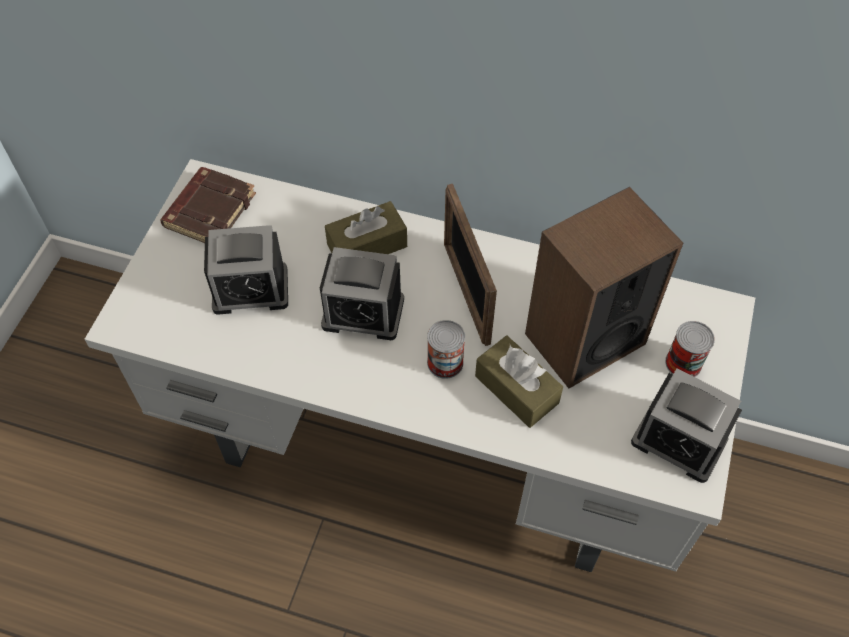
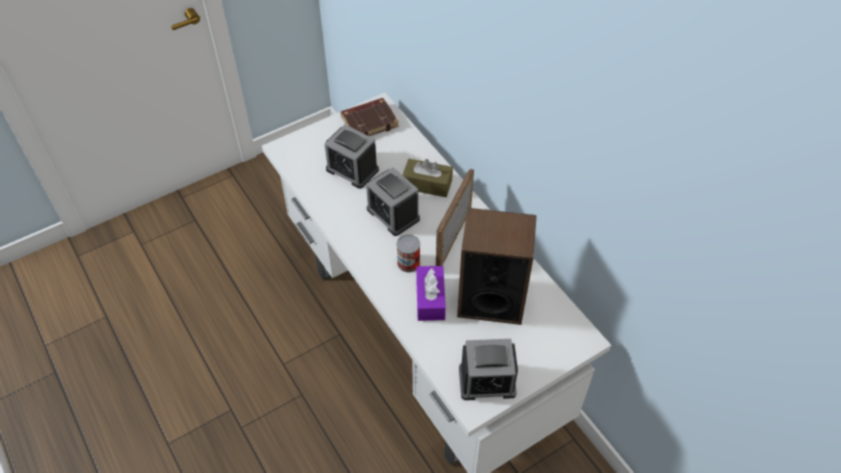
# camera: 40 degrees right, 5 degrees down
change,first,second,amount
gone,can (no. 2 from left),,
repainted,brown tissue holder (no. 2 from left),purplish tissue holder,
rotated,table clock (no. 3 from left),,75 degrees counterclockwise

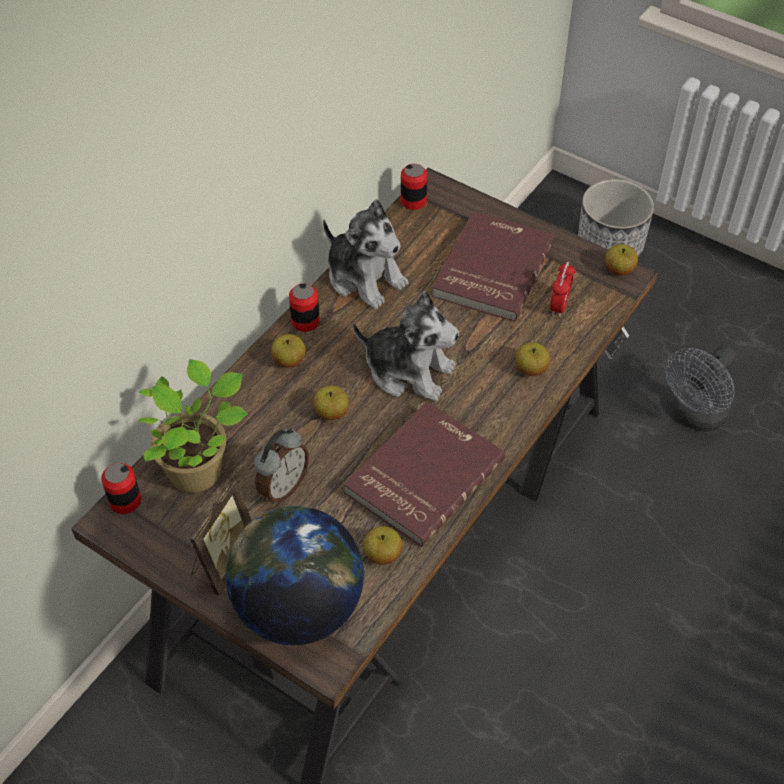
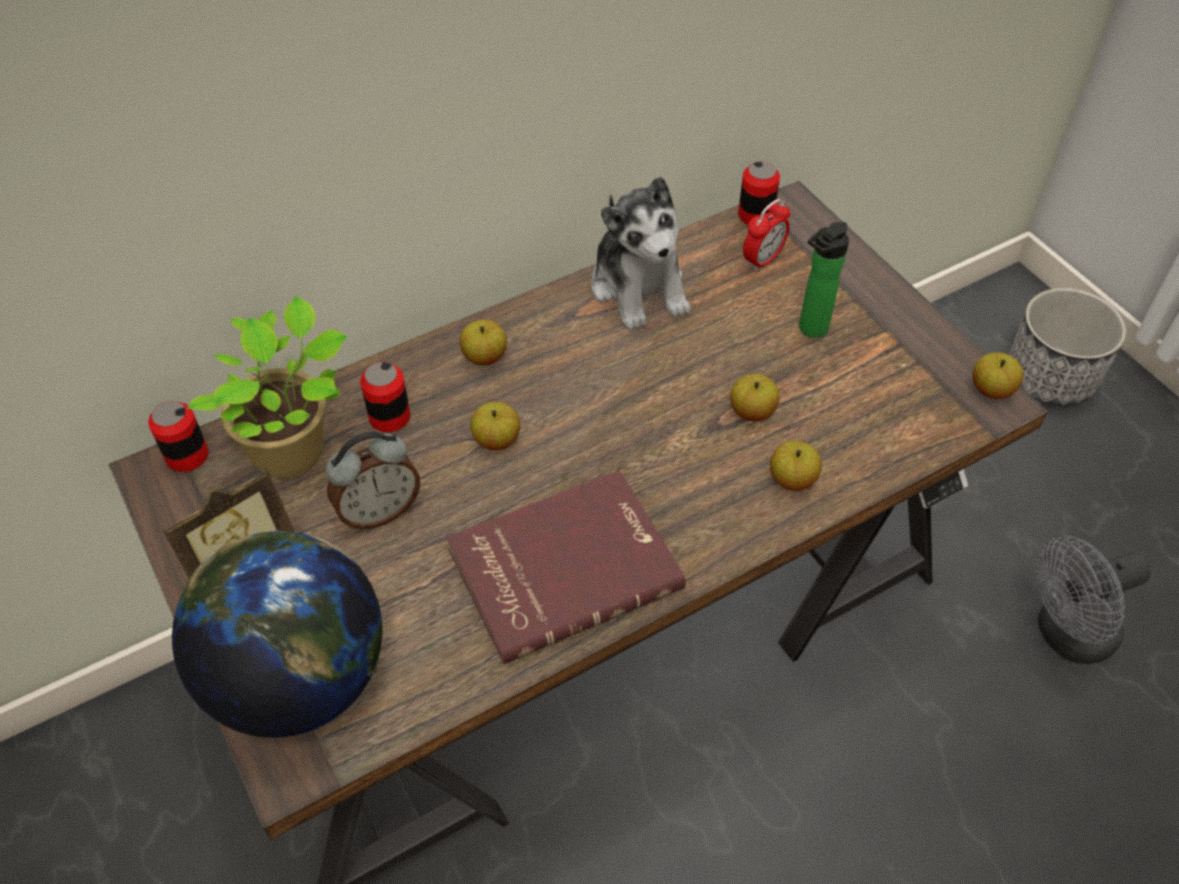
# camera: 25 degrees right, 0 degrees up
change,first,second,amount
gone,cuddly toy (no. 2 from left),,
shifted,can (no. 2 from left),,
shifted,apple (no. 3 from left),,
shifted,table clock (no. 2 from left),,
swapped,red volume (no. 2 from left),bottle,

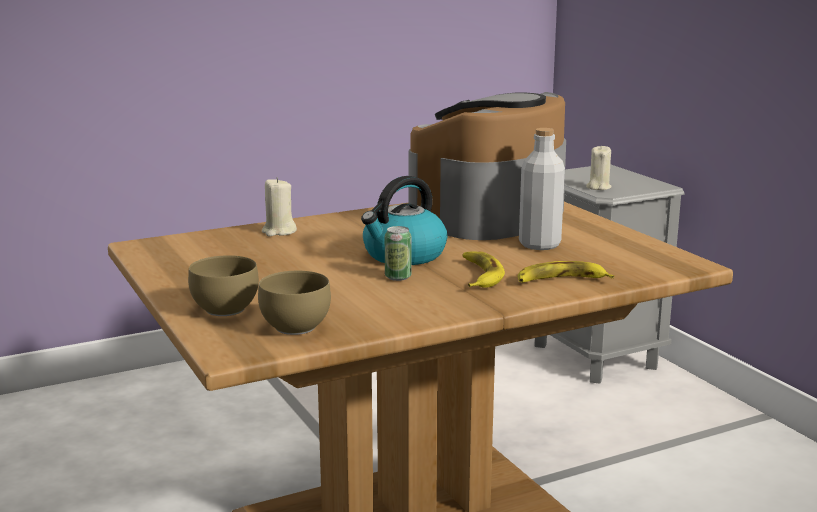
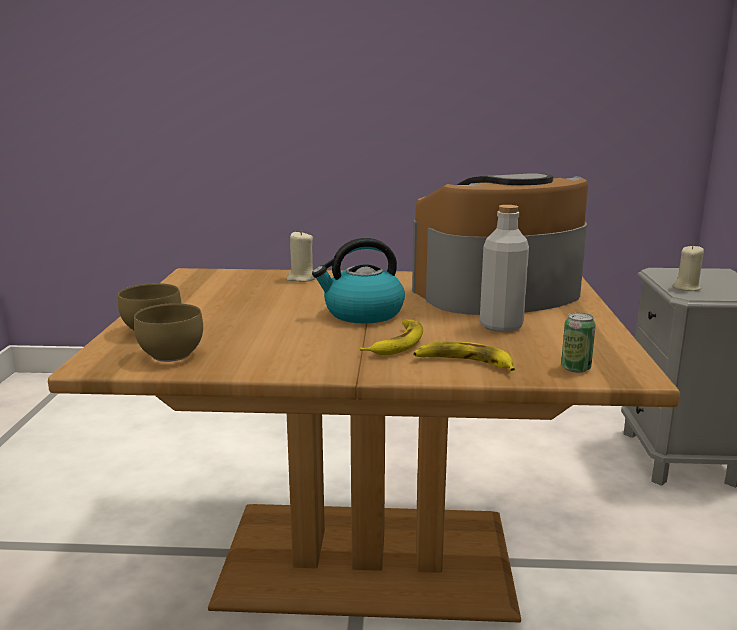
# camera: 30 degrees right, 0 degrees up
change,first,second,amount
shifted,can,,

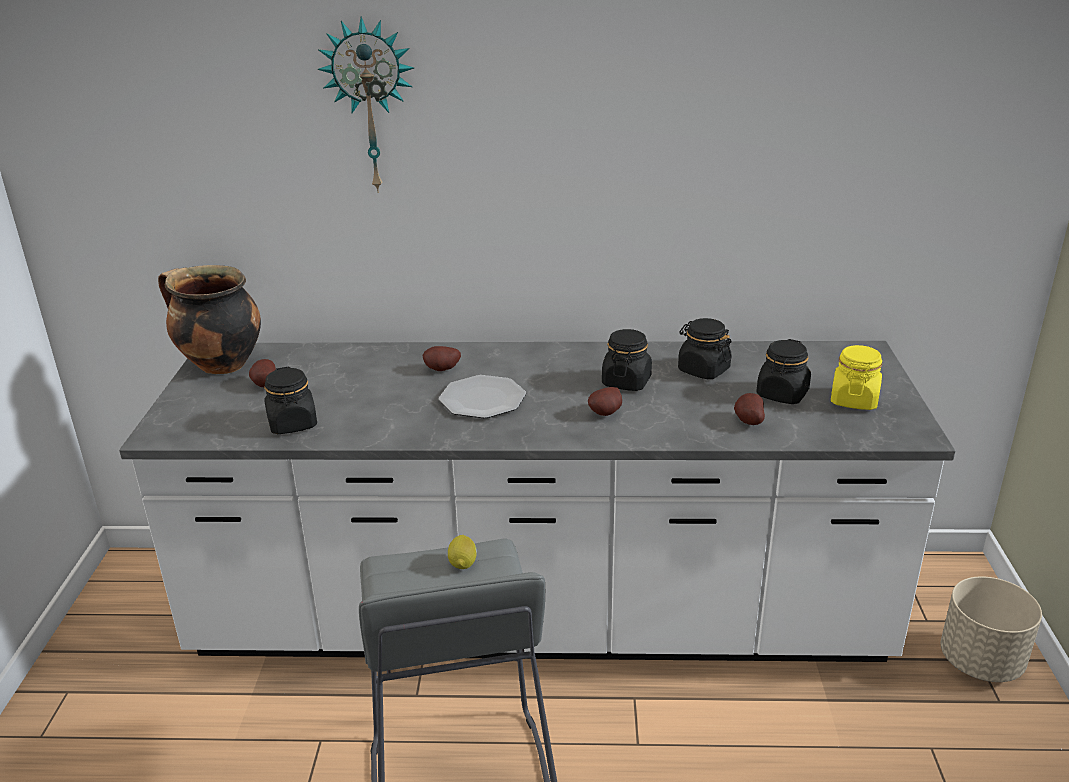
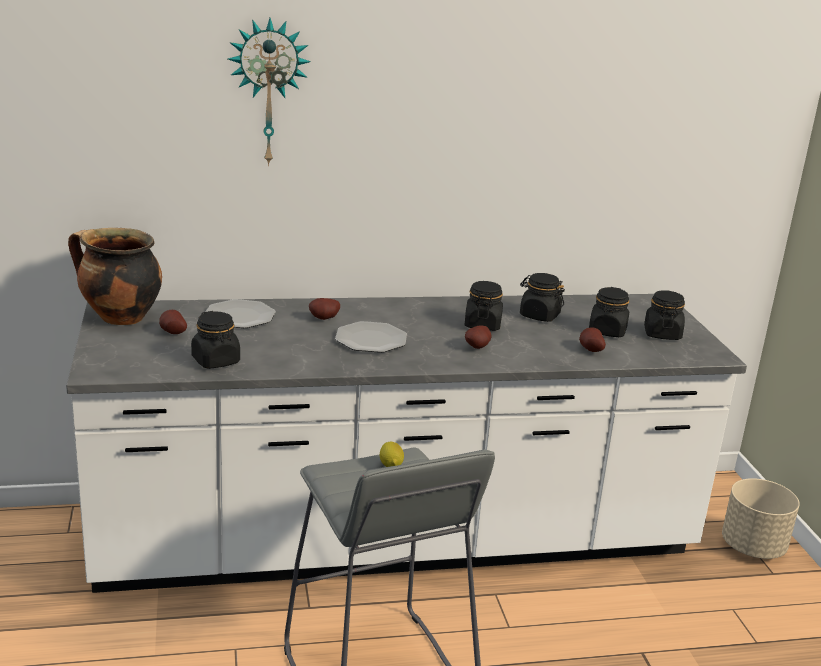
# camera: 15 degrees left, 5 degrees down
change,first,second,amount
new,,plate (no. 1 from left),
repainted,yellowish jar,black-coloured jar (no. 5 from left),

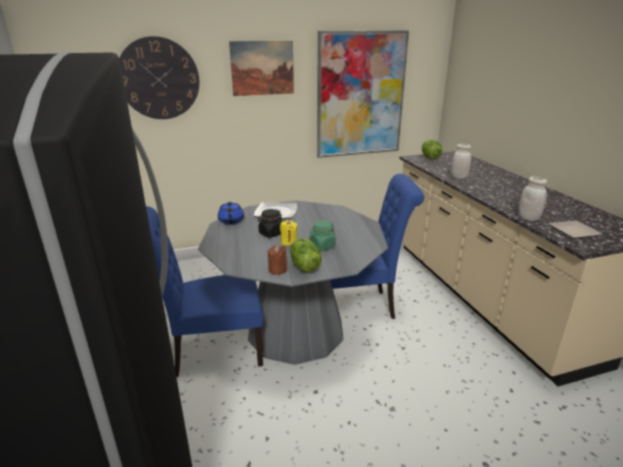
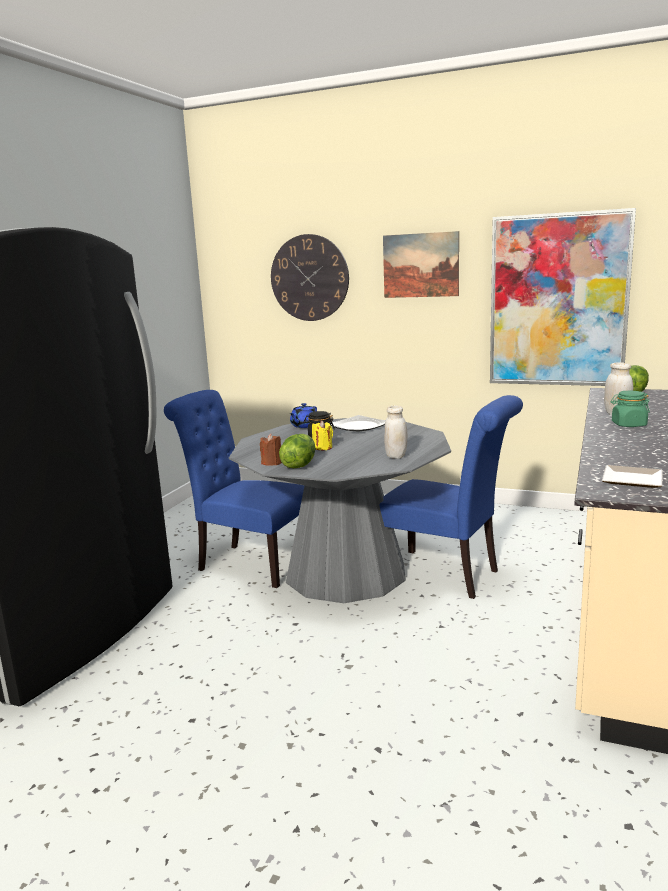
# camera: 40 degrees right, 10 degrees down
change,first,second,amount
shifted,greenish jar,,
shifted,white-coloured jar (no. 2 from left in the first image),white-coloured jar (no. 1 from left),

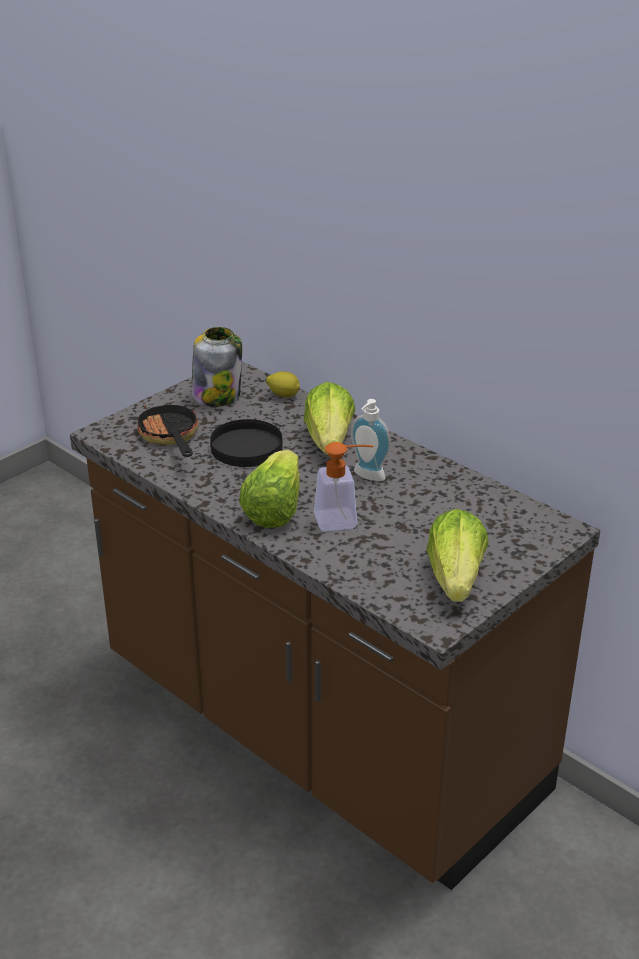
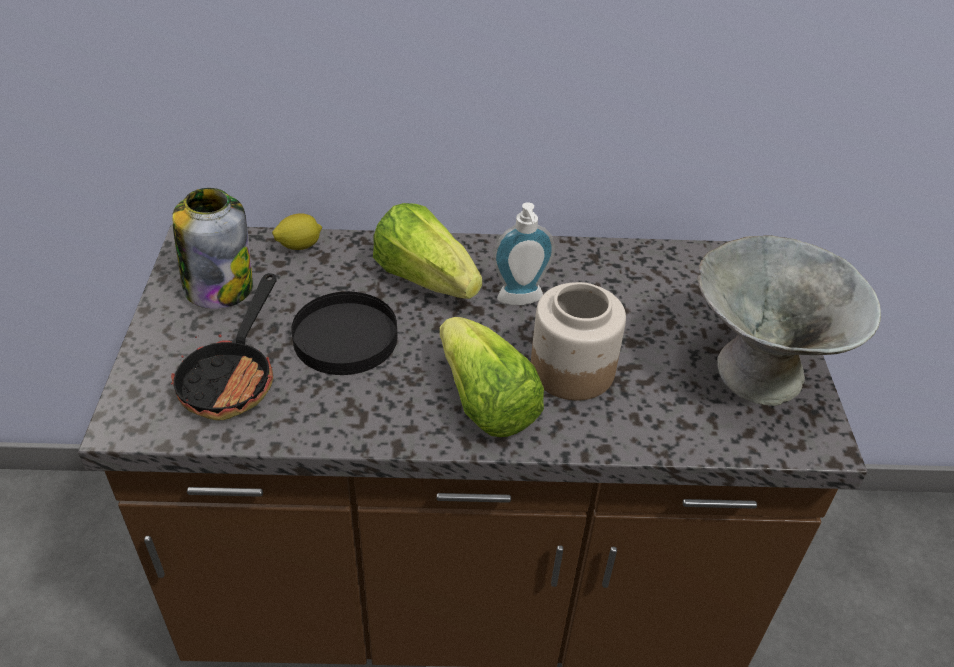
# camera: 45 degrees left, 10 degrees up
change,first,second,amount
swapped,soap dispenser (no. 1 from left),jar (no. 2 from left),
swapped,head of lettuce (no. 3 from left),gray serving bowl,
rotated,skillet,,105 degrees counterclockwise

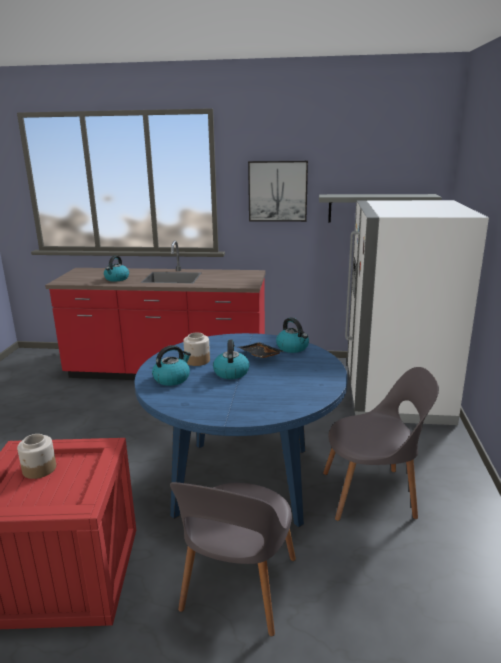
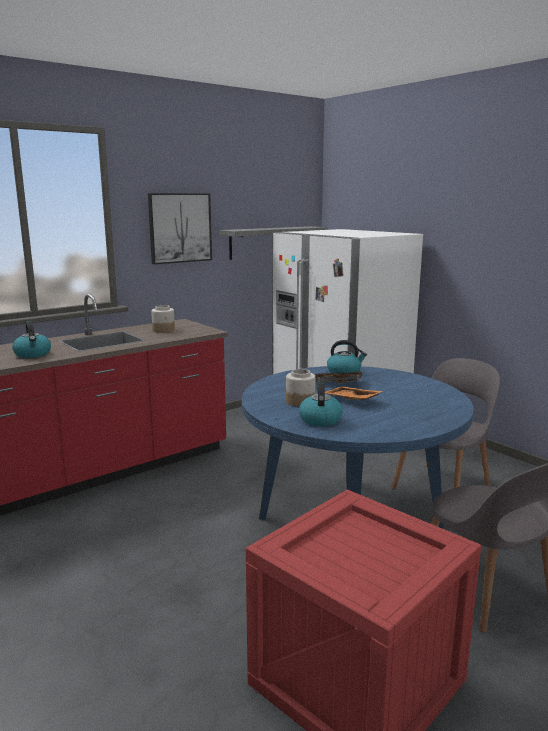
# camera: 45 degrees left, 5 degrees down
change,first,second,amount
shifted,jar (no. 1 from left),,
swapped,water kettle (no. 3 from left),orange tray,

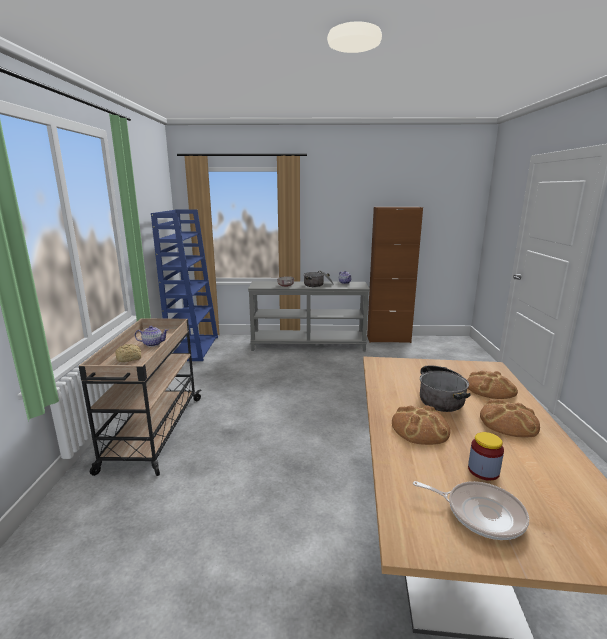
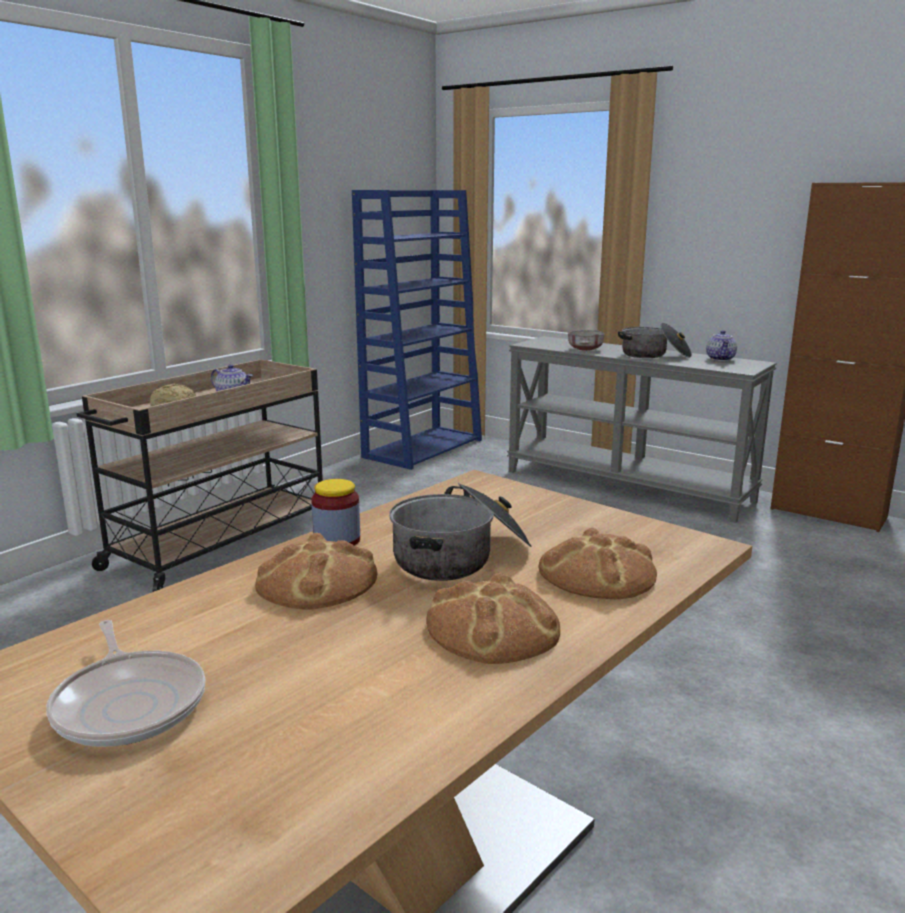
# camera: 35 degrees right, 0 degrees up
change,first,second,amount
shifted,jar,,

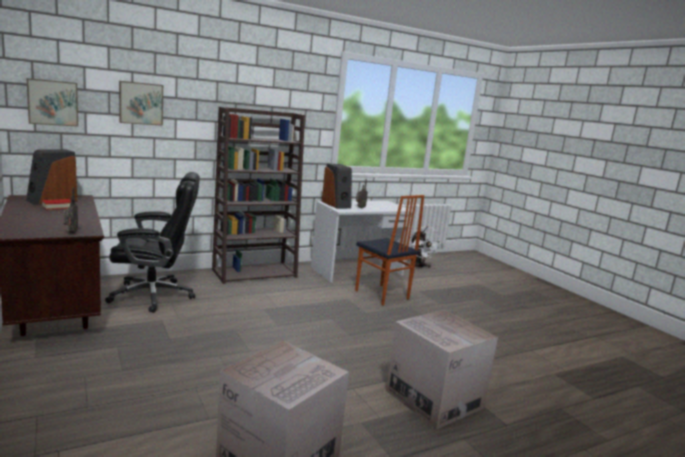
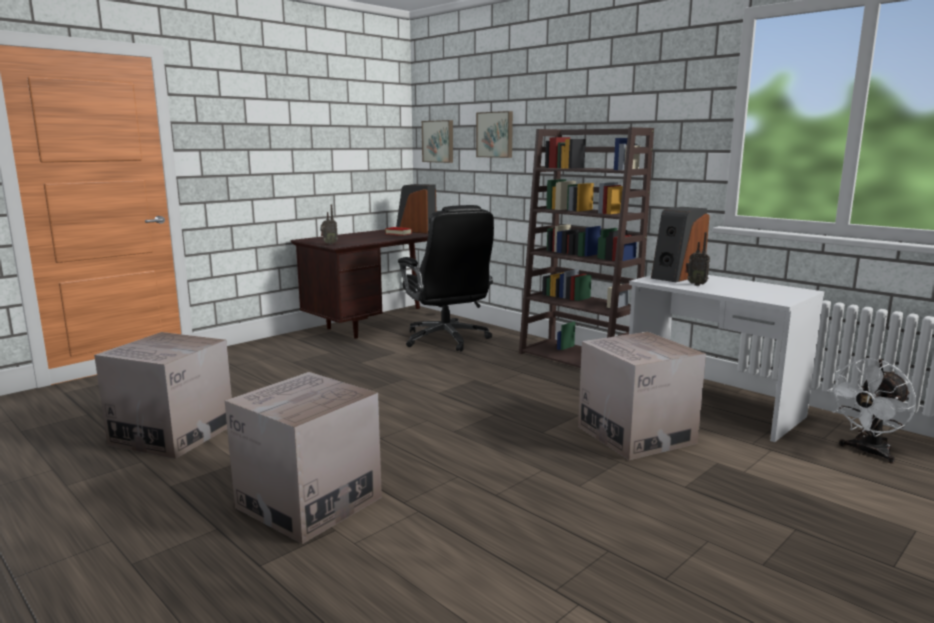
# camera: 75 degrees right, 0 degrees up
change,first,second,amount
swapped,plain chair,carton (no. 3 from left),

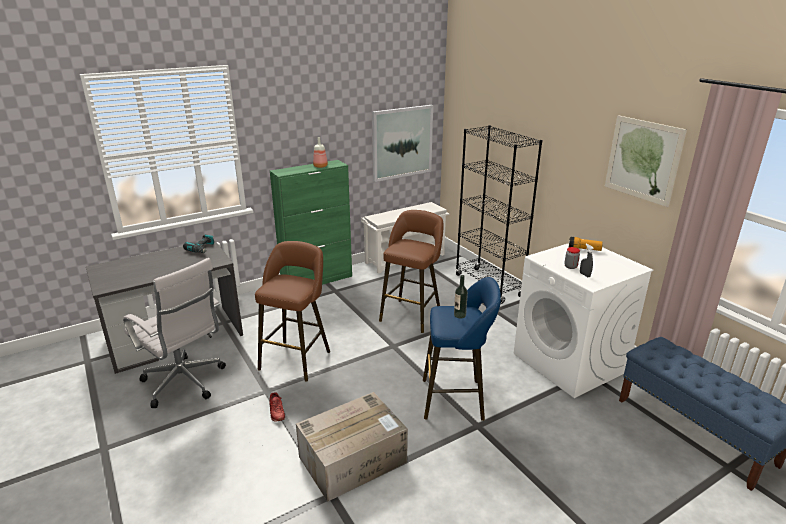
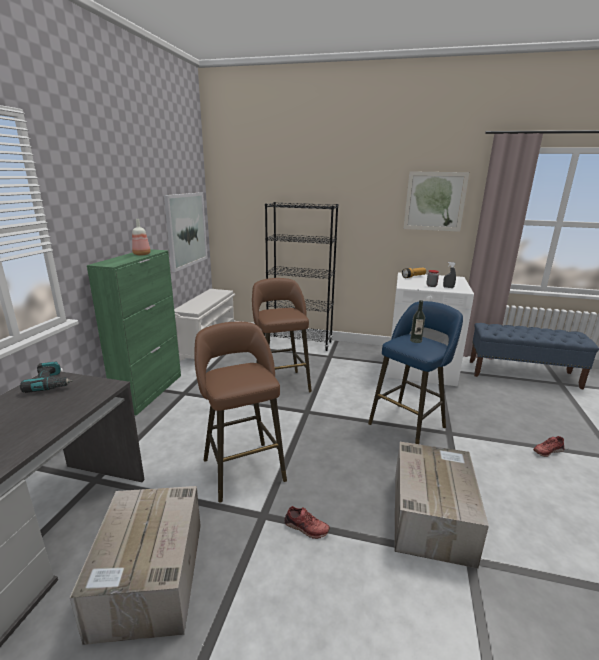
# camera: 45 degrees left, 5 degrees down
change,first,second,amount
new,,red low shoe (no. 2 from left),
swapped,white-coloured computer chair,carton (no. 1 from left),

